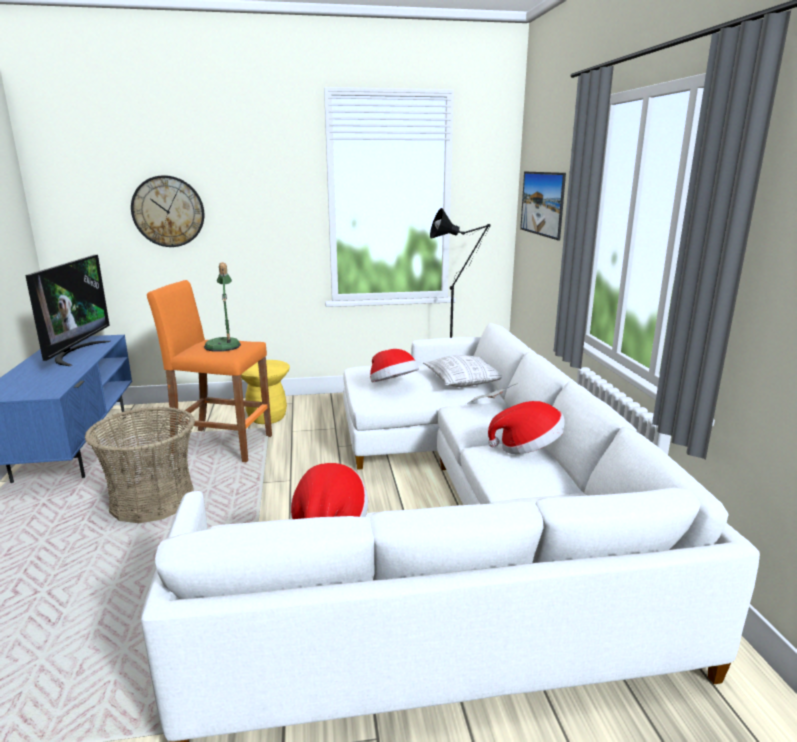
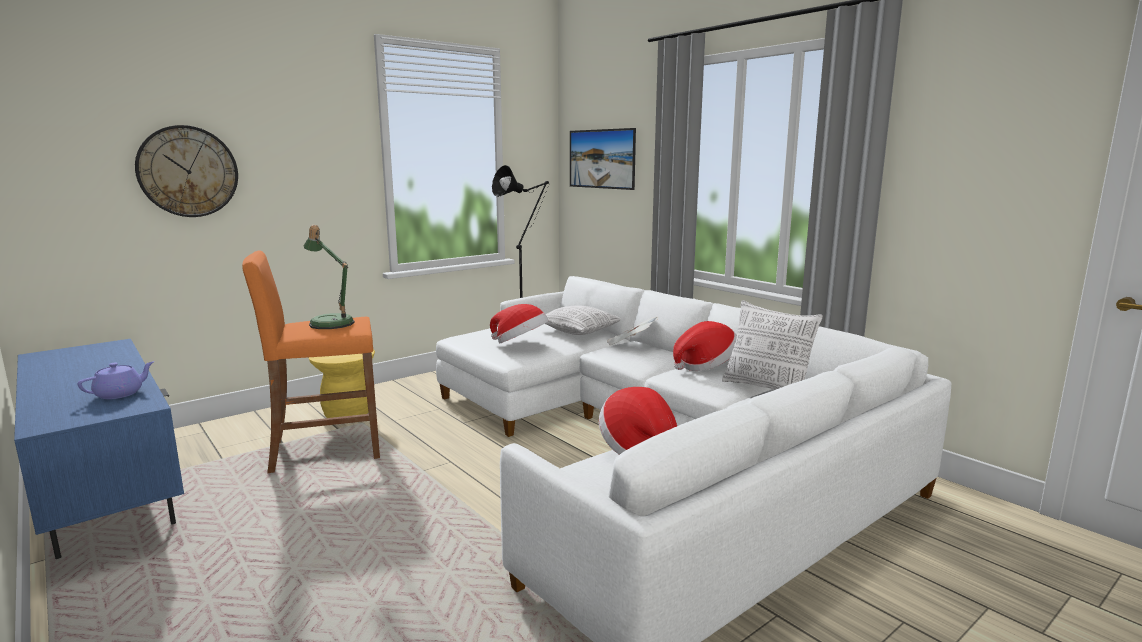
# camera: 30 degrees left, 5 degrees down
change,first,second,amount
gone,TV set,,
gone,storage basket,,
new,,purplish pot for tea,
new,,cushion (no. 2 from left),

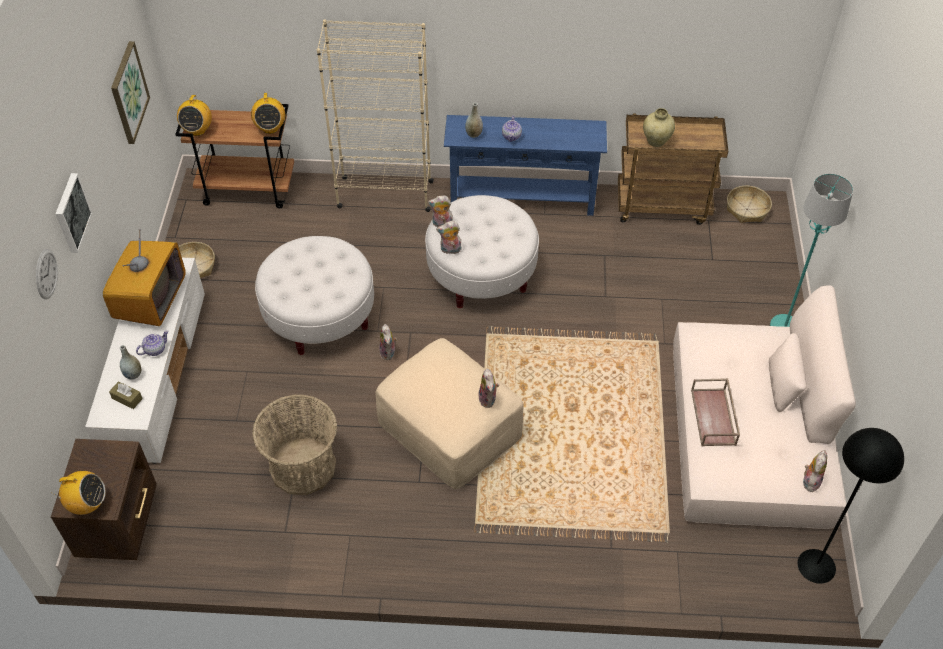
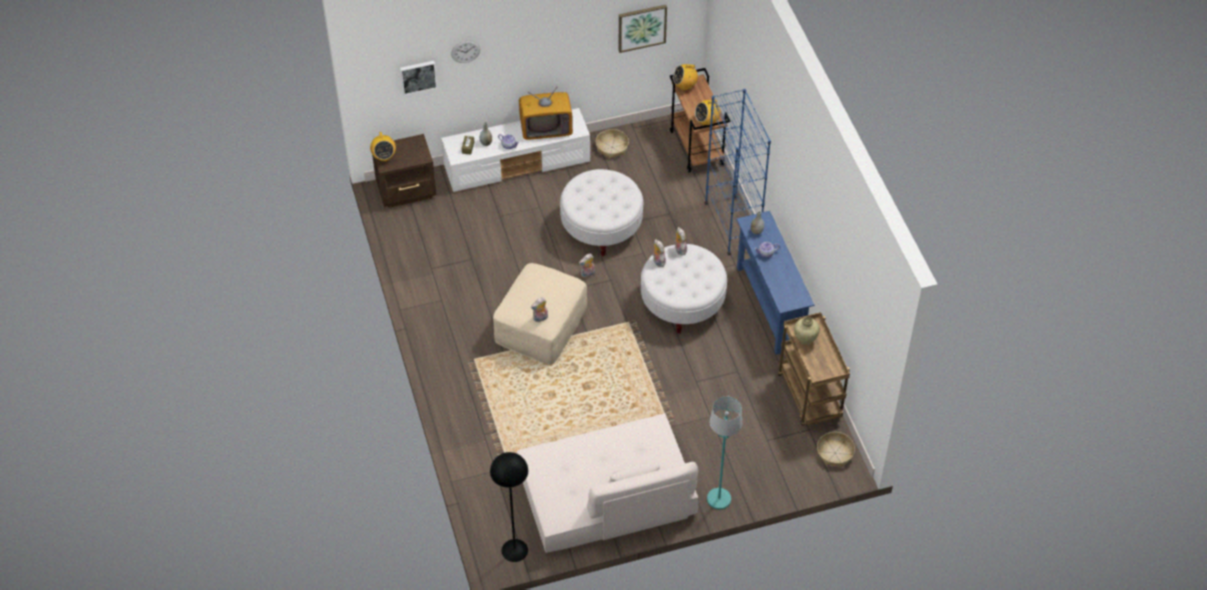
# camera: 70 degrees right, 0 degrees up
change,first,second,amount
gone,storage basket (no. 2 from left),,
gone,brown tray,,
gone,cuddly toy (no. 5 from left),,
shifted,wall picture (no. 1 from left),,
repainted,beige-coloured shelving unit,blue-coloured shelving unit,

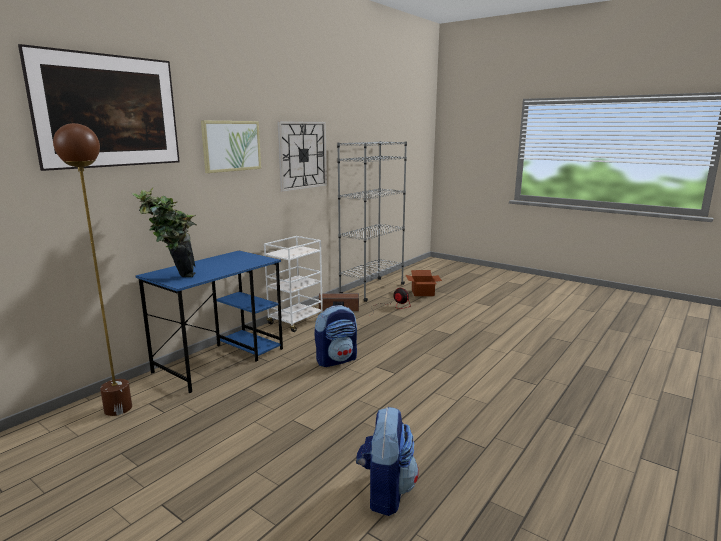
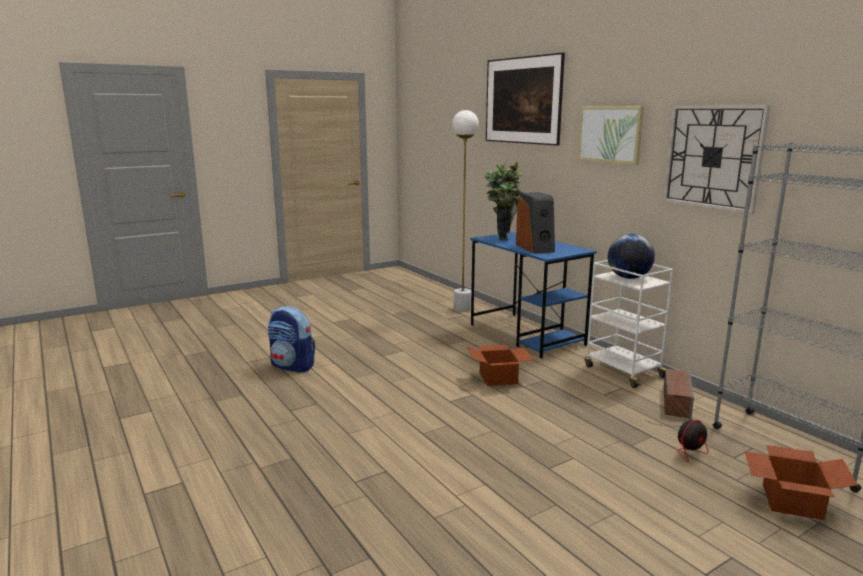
# camera: 110 degrees right, 0 degrees up
change,first,second,amount
new,,audio speaker (no. 1 from left),
new,,world globe,
swapped,rucksack (no. 1 from left),carton (no. 1 from left),
repainted,brown floor lamp,white-coloured floor lamp,

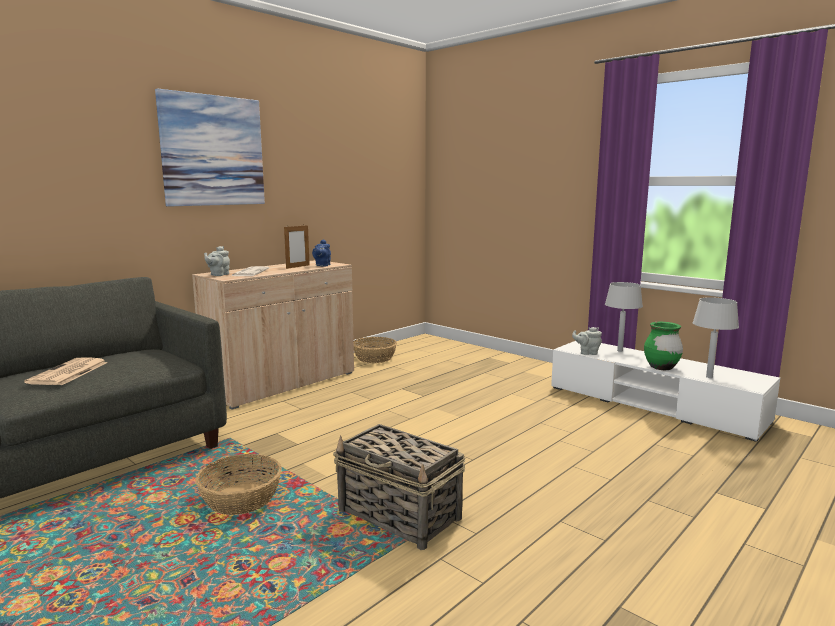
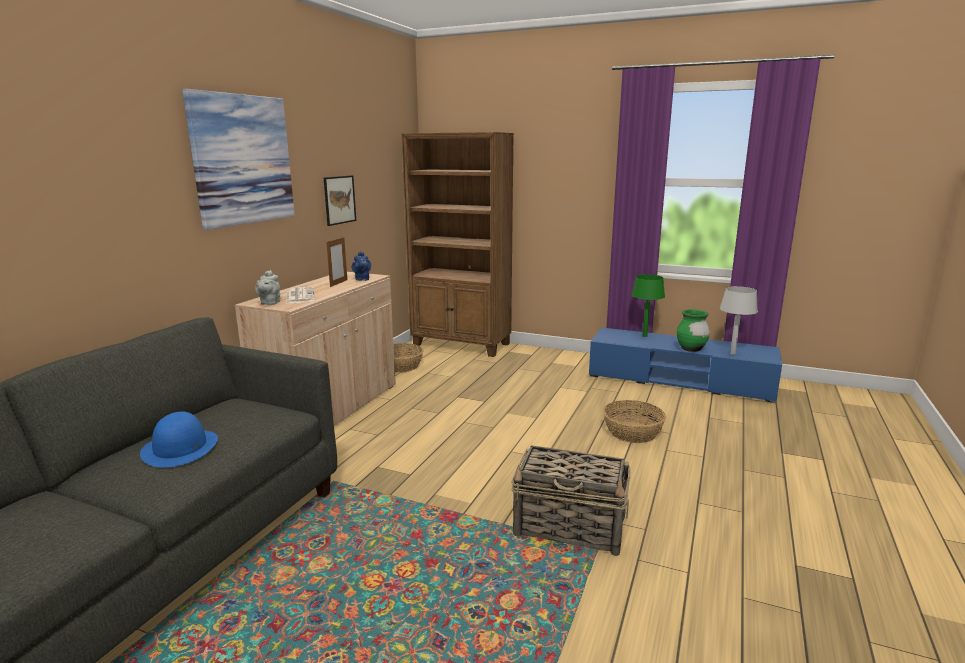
# camera: 20 degrees left, 5 degrees up
change,first,second,amount
gone,gray pot for tea (no. 2 from left),,
new,,wall picture (no. 2 from left),
new,,brown shelving unit,
shifted,storage basket (no. 1 from left in the first image),storage basket (no. 3 from left),
swapped,printed paper (no. 1 from left),blue-coloured wearable hat,
repainted,white-coloured media console,blue-coloured media console,
repainted,gray lamp for a table (no. 1 from left),greenish lamp for a table,

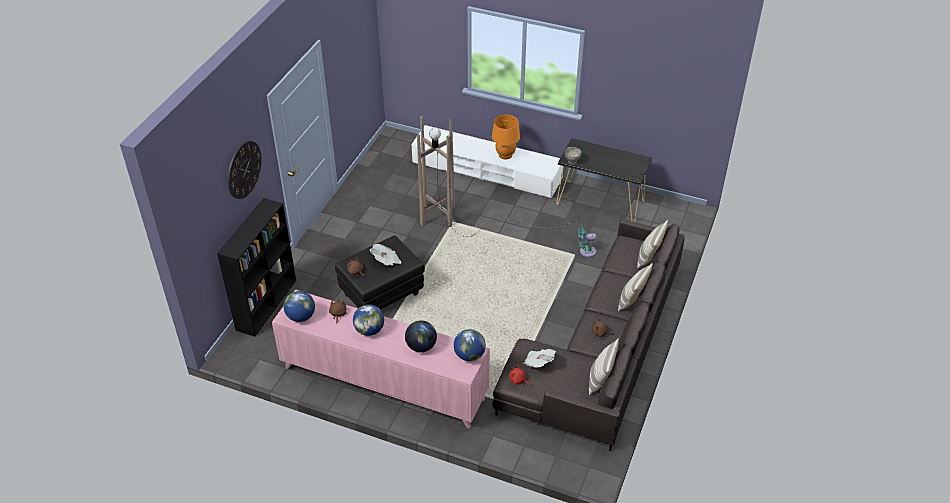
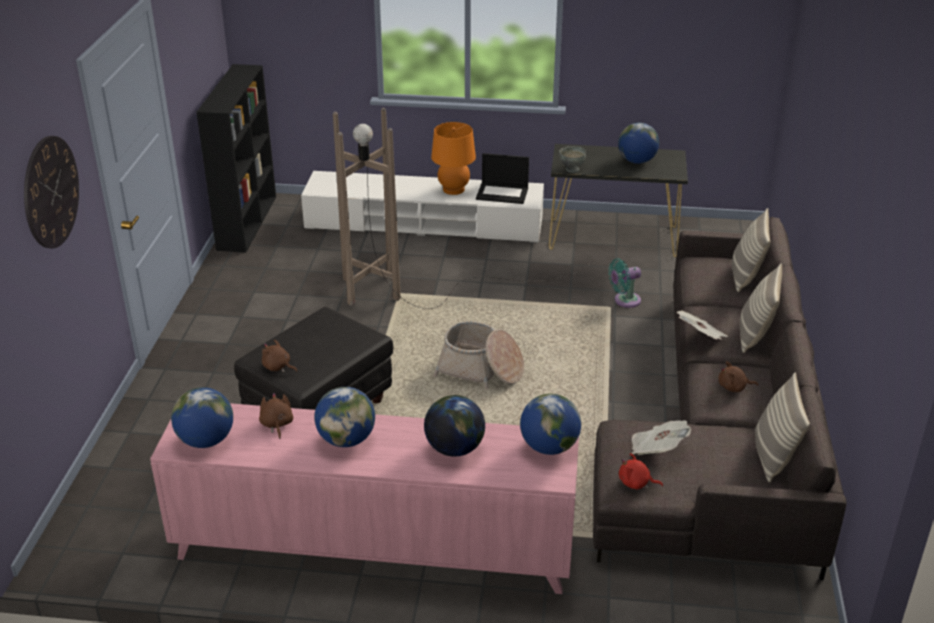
# camera: 15 degrees left, 10 degrees down
change,first,second,amount
new,,storage basket,
new,,notebook computer,
new,,world globe (no. 5 from left),
shifted,black-coloured shelving unit,,
shifted,printed paper (no. 1 from left in the first image),printed paper (no. 2 from left),

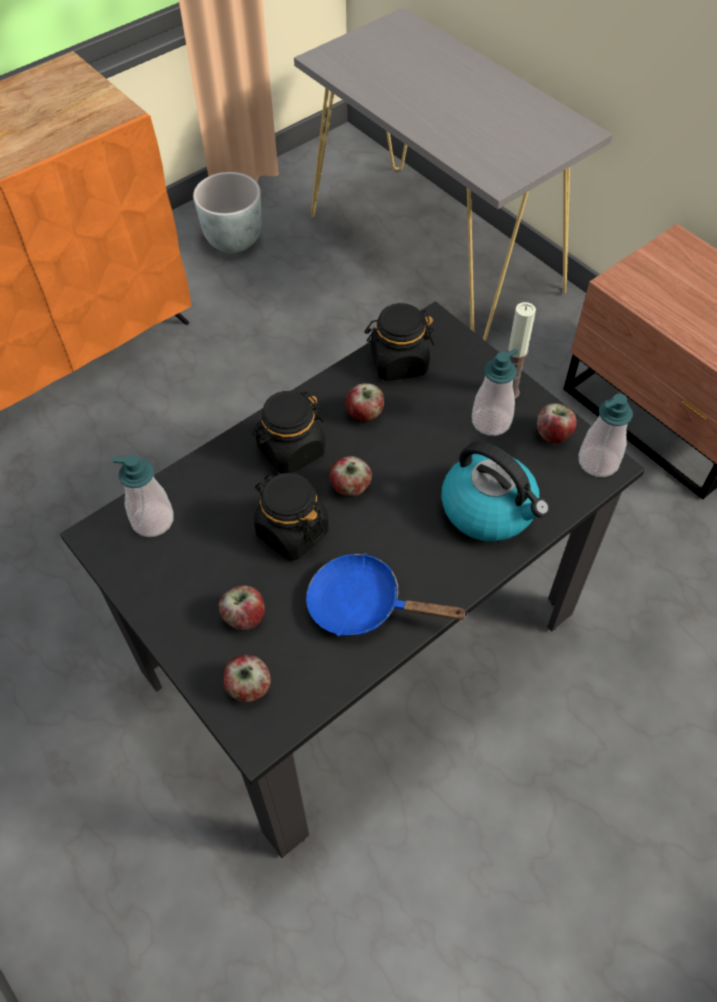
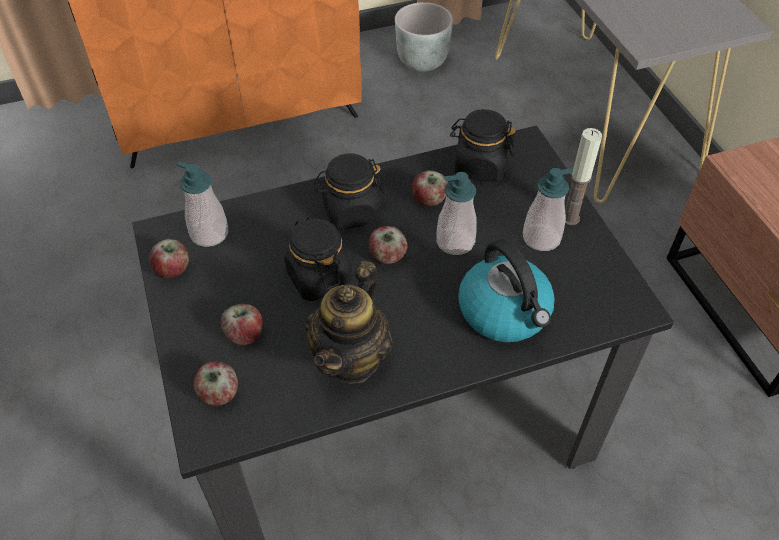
# camera: 20 degrees right, 5 degrees down
change,first,second,amount
shifted,apple (no. 5 from left in the first image),apple (no. 1 from left),
shifted,soap dispenser (no. 3 from left in the first image),soap dispenser (no. 2 from left),
swapped,blue-coloured skillet,pot for tea,

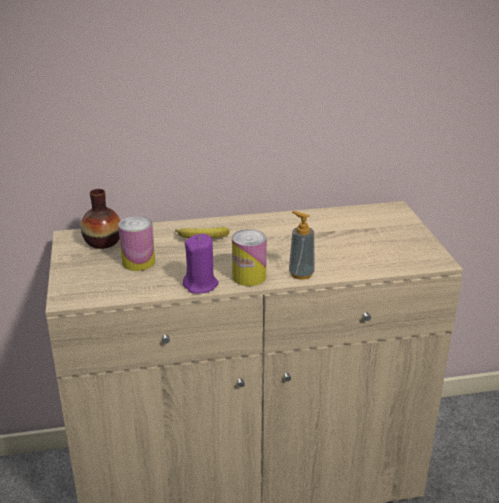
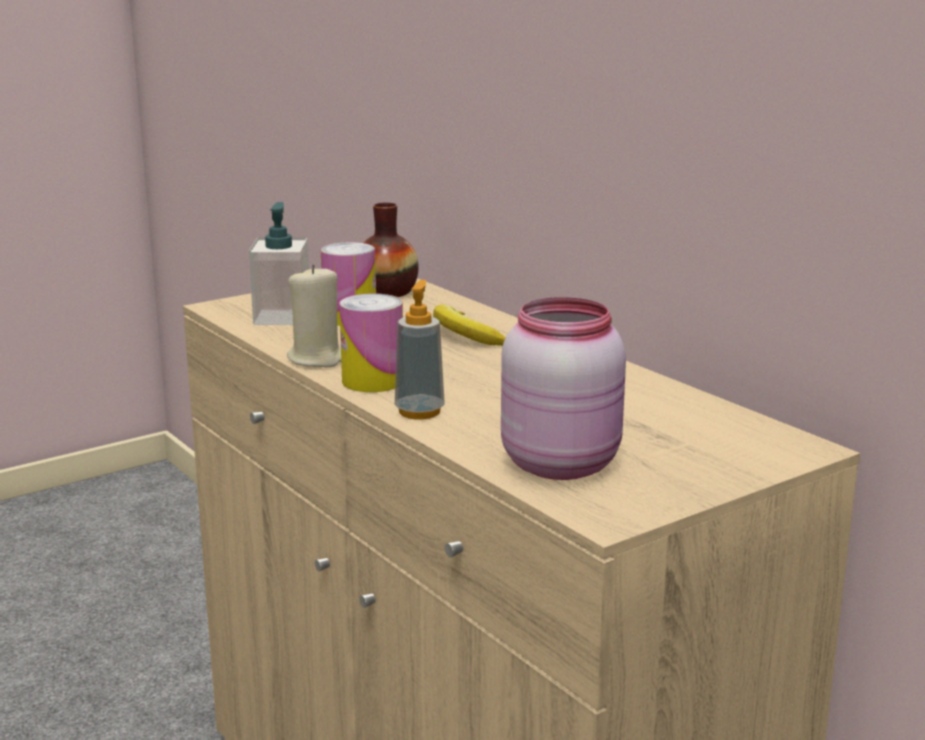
# camera: 65 degrees right, 10 degrees down
change,first,second,amount
new,,soap dispenser (no. 1 from left),
new,,pinkish jar,
repainted,purplish wax light,beige-coloured wax light,

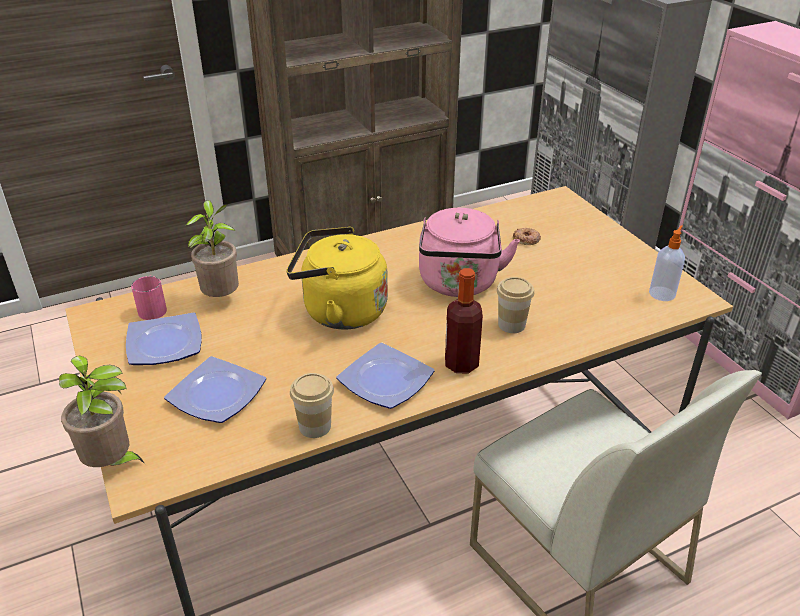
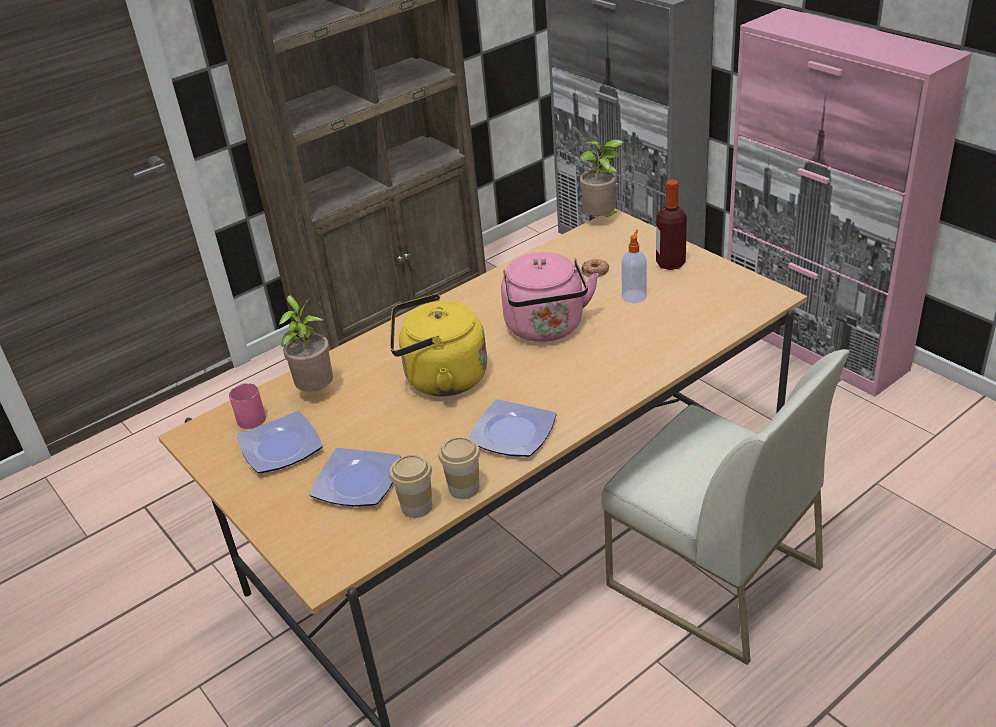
# camera: 10 degrees left, 0 degrees up
change,first,second,amount
shifted,plant in a pot (no. 1 from left in the first image),plant in a pot (no. 2 from left),
shifted,bottle,,
shifted,drinking cup (no. 2 from left in the first image),drinking cup (no. 1 from left),
shifted,soap dispenser,,

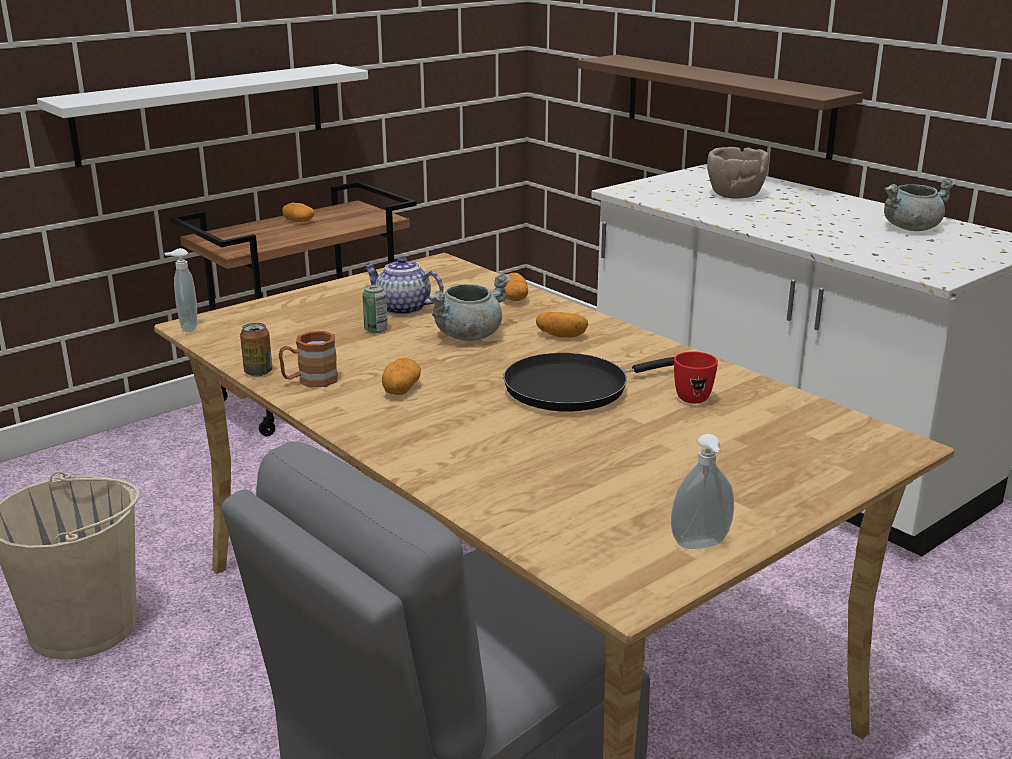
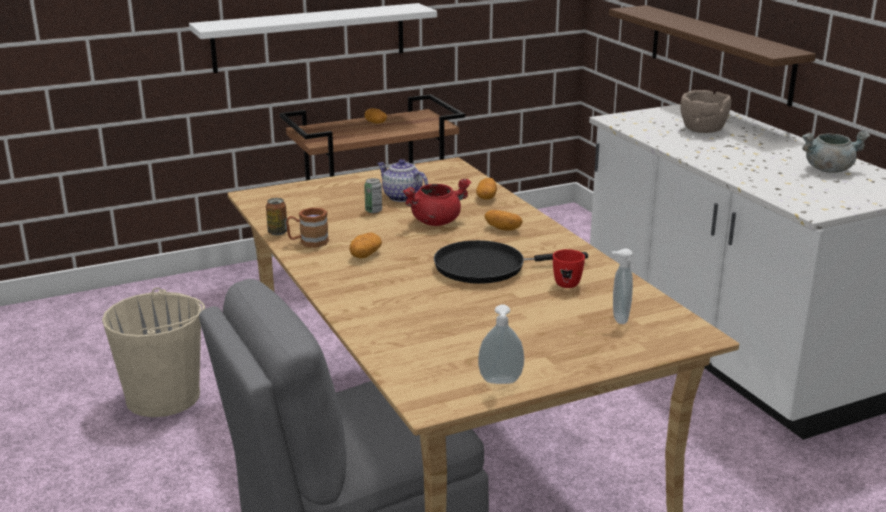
# camera: 15 degrees right, 0 degrees up
change,first,second,amount
shifted,soap dispenser (no. 1 from left in the first image),soap dispenser (no. 2 from left),
repainted,gray cooking pot (no. 1 from left),red cooking pot,

